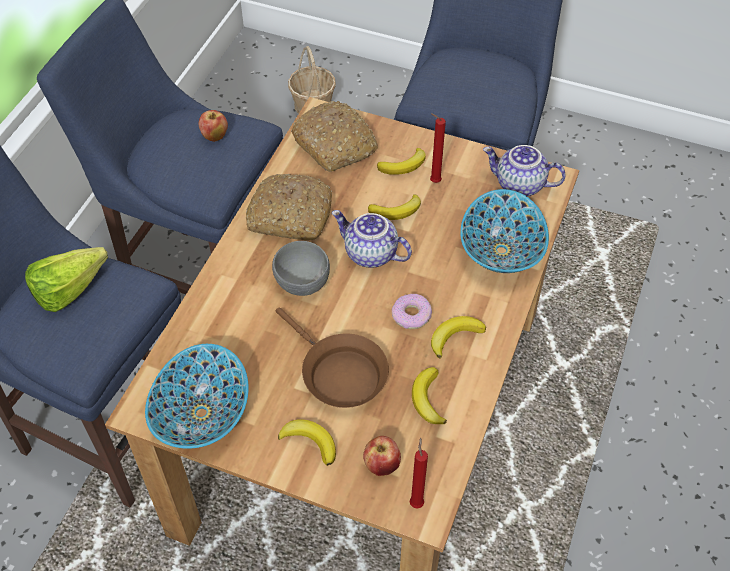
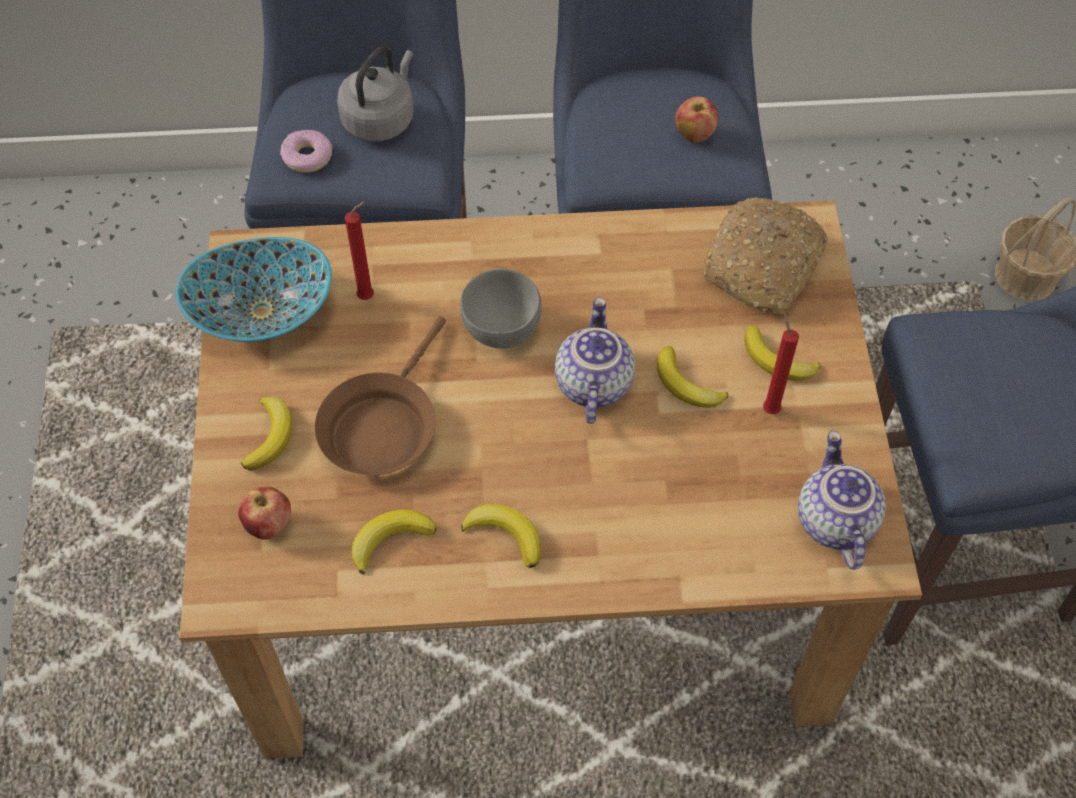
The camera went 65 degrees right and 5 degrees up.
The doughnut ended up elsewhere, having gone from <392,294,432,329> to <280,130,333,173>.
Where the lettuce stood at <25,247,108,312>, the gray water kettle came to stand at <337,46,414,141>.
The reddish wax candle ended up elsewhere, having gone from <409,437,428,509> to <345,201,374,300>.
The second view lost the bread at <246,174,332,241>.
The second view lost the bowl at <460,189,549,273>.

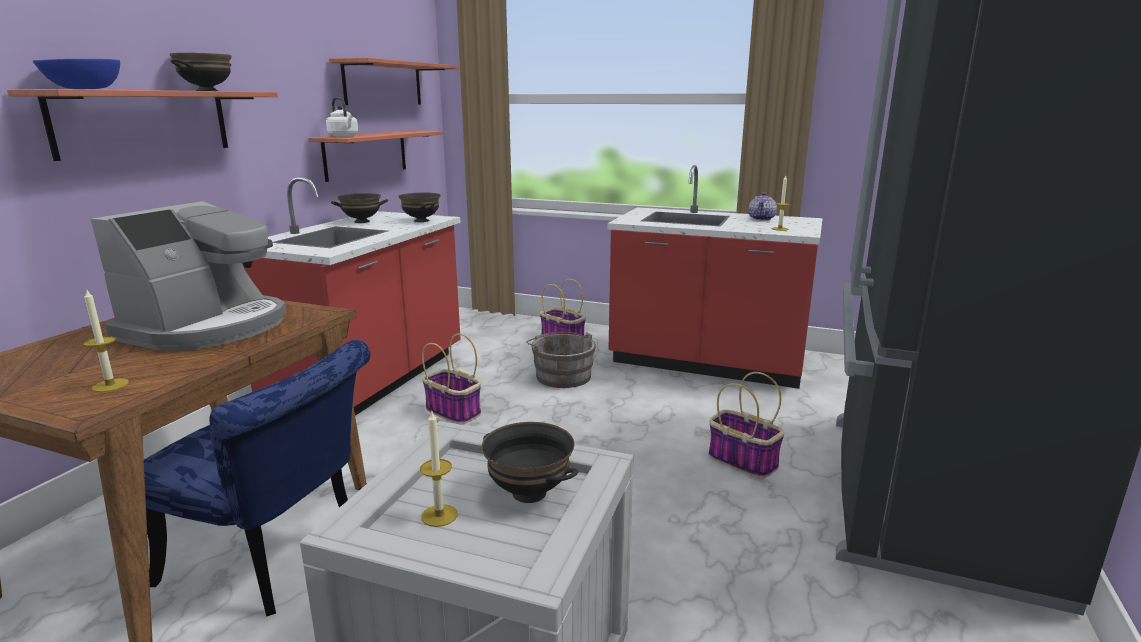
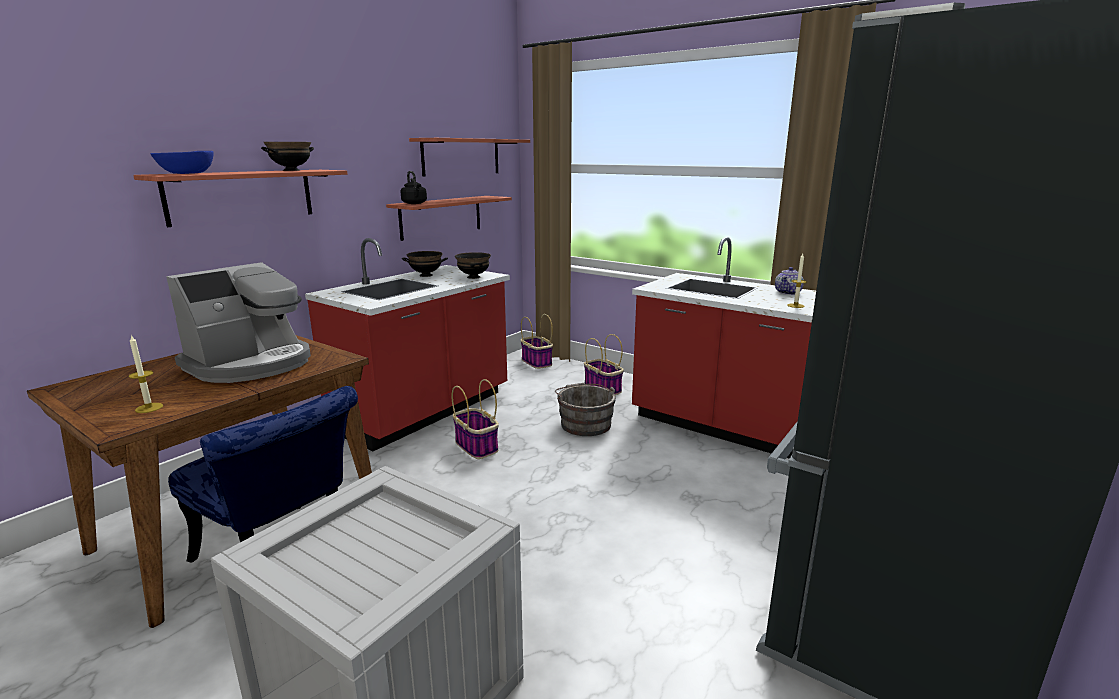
The camera went 15 degrees right and 0 degrees up.
What was the white-coloured water kettle at <326,97,358,137> turned into the black water kettle at <400,171,427,204>.
The household basket ended up elsewhere, having gone from <709,372,784,478> to <521,314,553,369>.
The second view lost the wax candle at <420,410,458,527>.
The second view lost the black bowl at <482,422,578,503>.

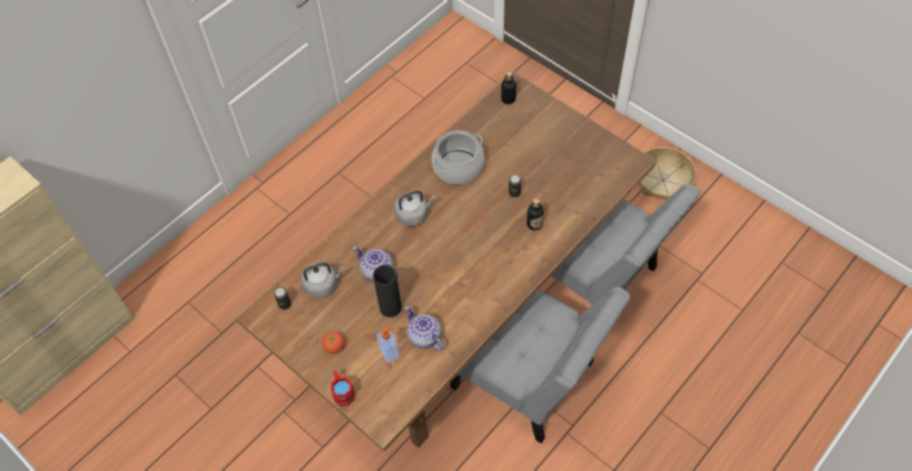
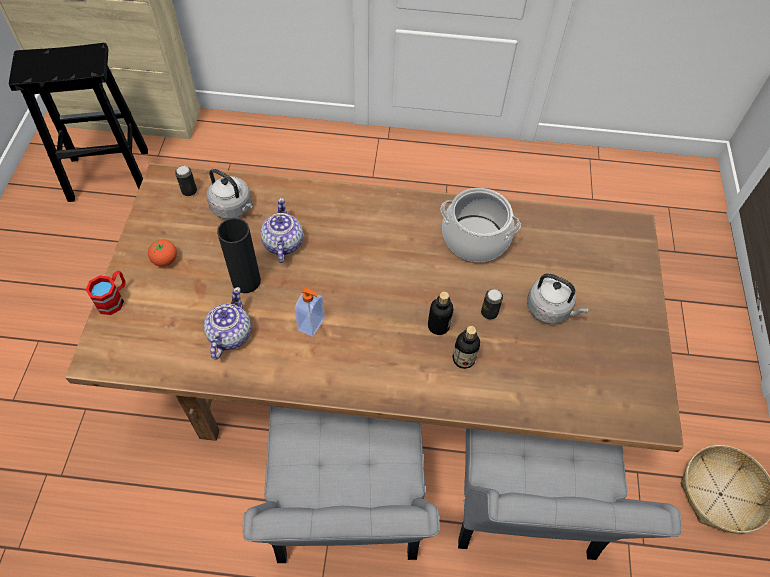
The camera went 50 degrees right and 0 degrees up.
The second view gained the black stool at <9,43,148,202>.
The soap dispenser ended up elsewhere, having gone from <377,327,399,363> to <295,287,325,337>.
The bottle ended up elsewhere, having gone from <501,72,517,104> to <428,291,453,335>.
The gray water kettle ended up elsewhere, having gone from <394,191,436,226> to <527,273,589,324>.

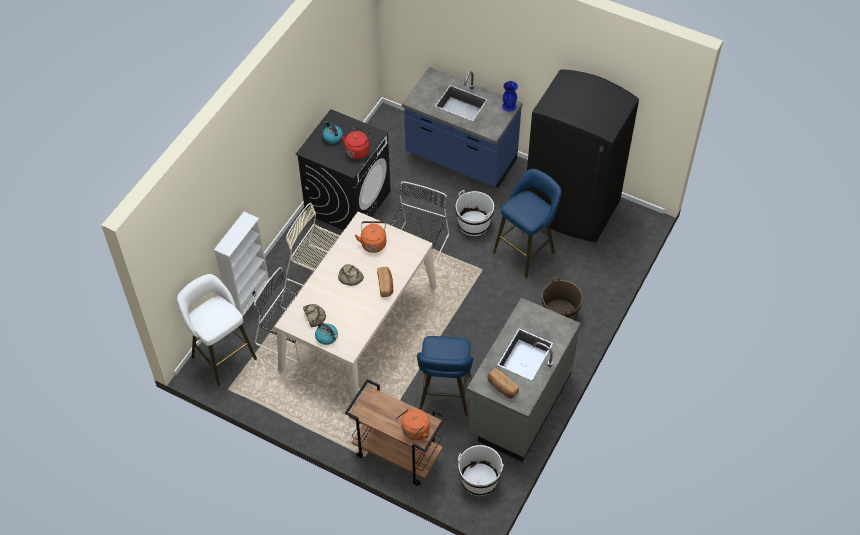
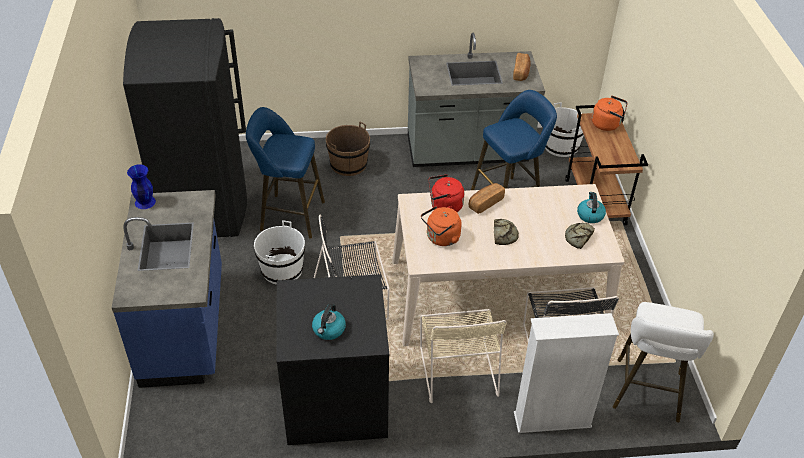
The camera went 125 degrees left and 10 degrees down.
The reddish water kettle ended up elsewhere, having gone from <341,127,373,159> to <429,174,464,212>.

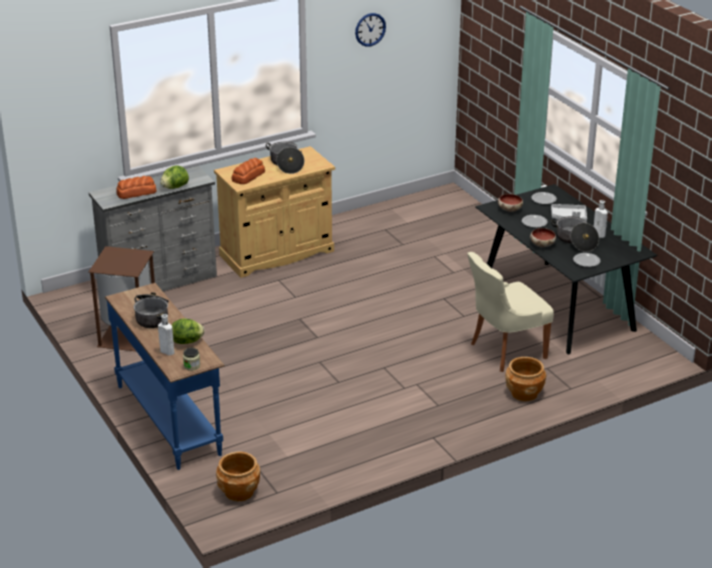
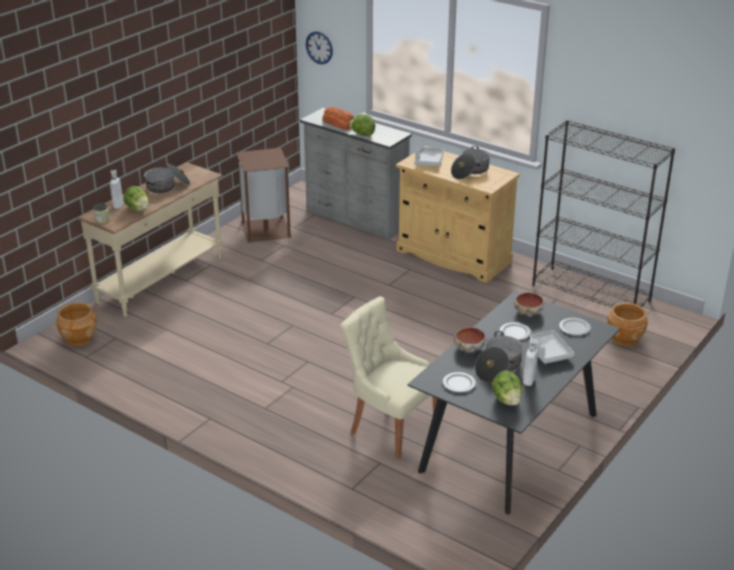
The camera went 65 degrees right and 0 degrees up.
What was the bluish narrow table at <105,283,225,470> turned into the beige-coloured narrow table at <78,162,223,317>.
The wall clock ended up elsewhere, having gone from <355,13,386,47> to <306,31,333,64>.
Where the bread stood at <232,158,265,184>, the gray tray came to stand at <414,147,444,166>.
The second view gained the lettuce at <492,370,522,406>.
The second view gained the black shelving unit at <532,120,675,308>.
The brown-coloured planter ended up elsewhere, having gone from <505,357,546,401> to <608,303,648,346>.

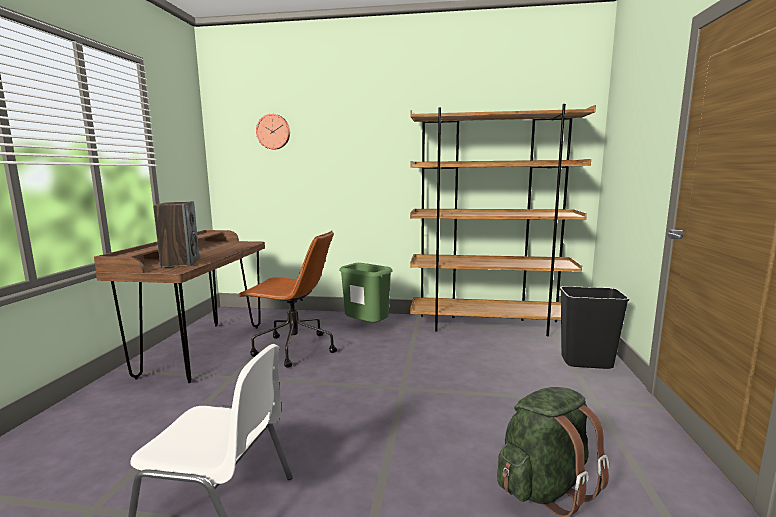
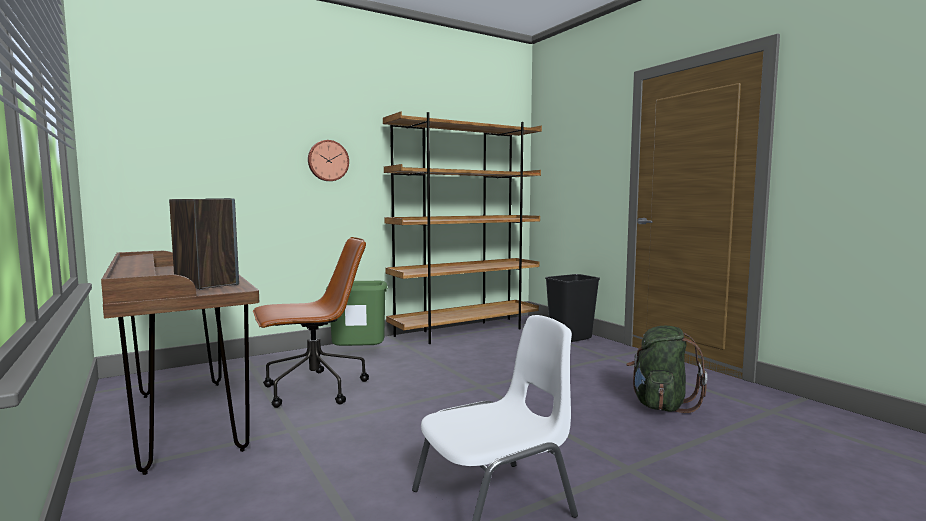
The camera went 40 degrees left and 5 degrees down.
The wall clock ended up elsewhere, having gone from <256,114,290,150> to <308,140,349,181>.

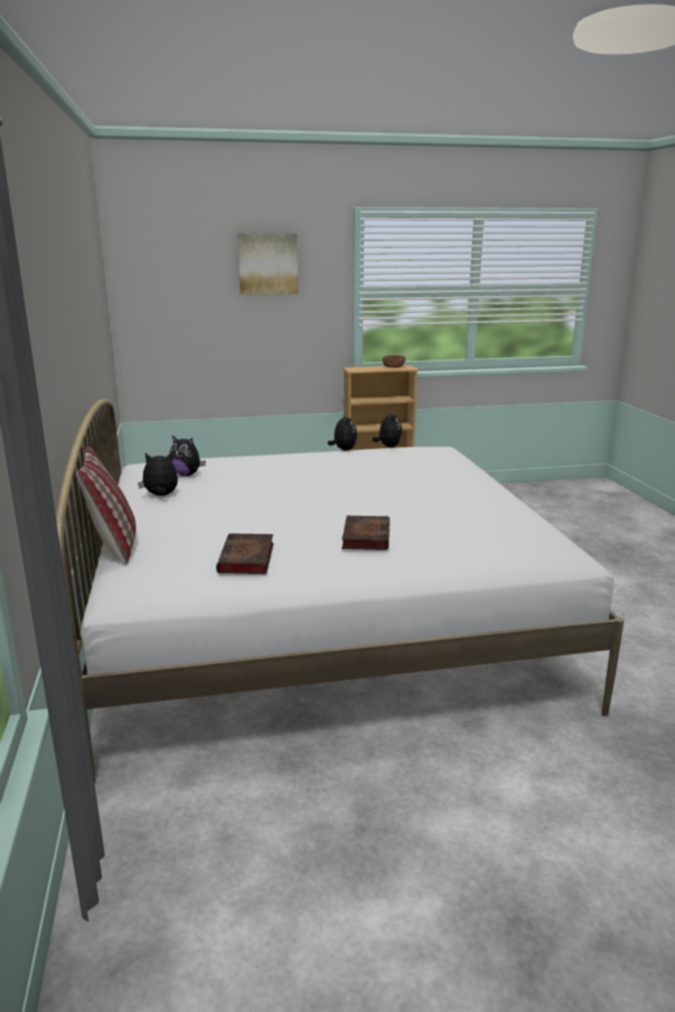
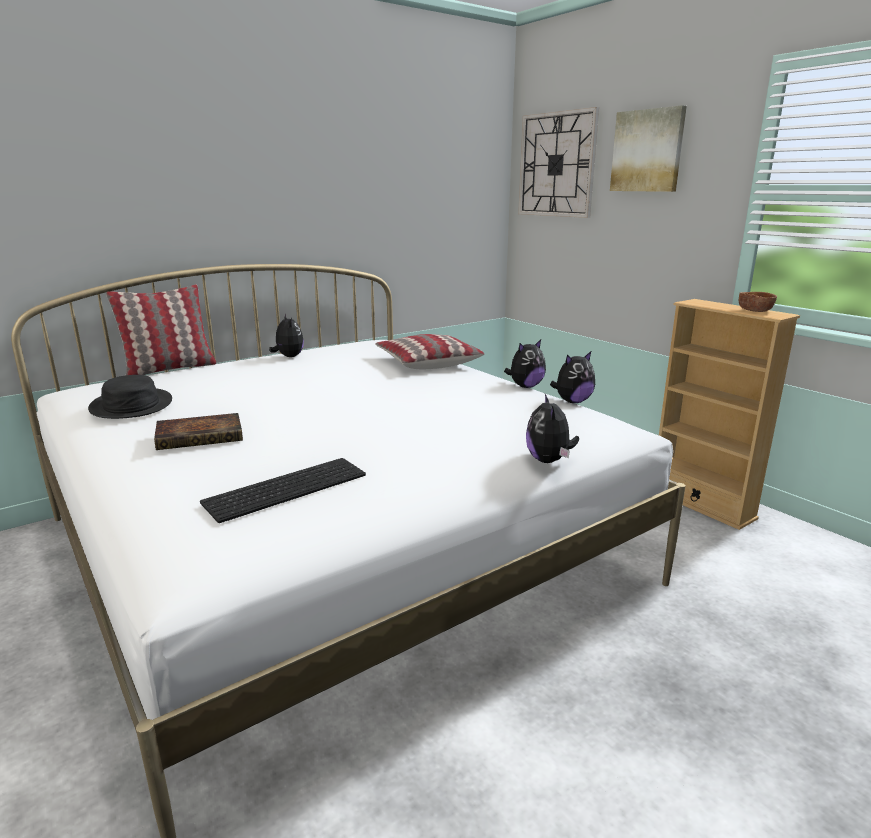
The camera went 65 degrees right and 0 degrees up.
Where the volume stood at <216,533,274,574>, the black wearable hat came to stand at <88,375,172,419>.
The second view gained the keyboard at <200,458,366,523>.
The second view gained the cushion at <375,334,485,369>.
The second view gained the wall clock at <518,107,599,218>.
The soft toy ended up elsewhere, having gone from <169,435,206,476> to <526,394,579,463>.

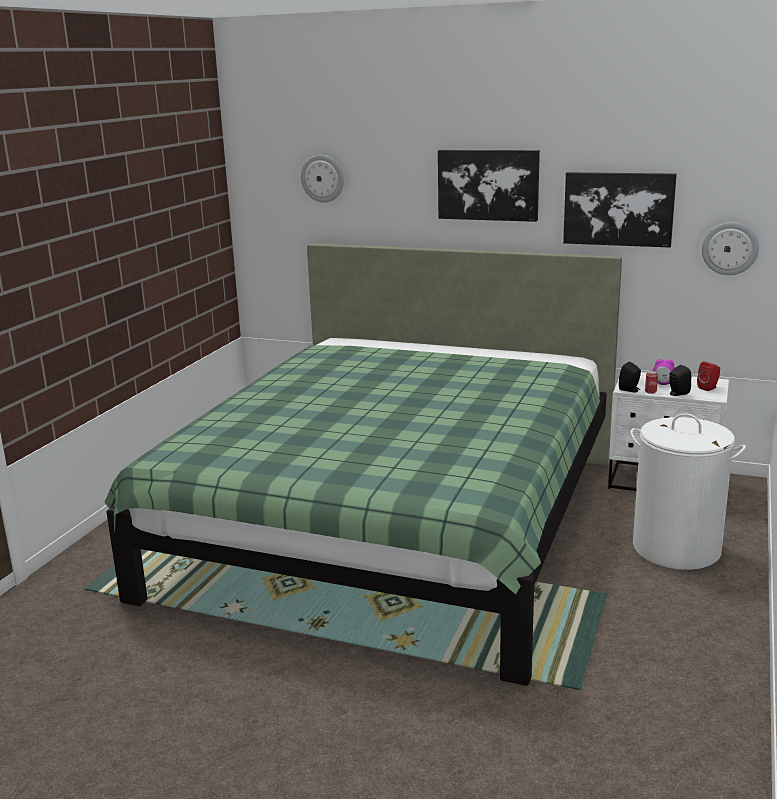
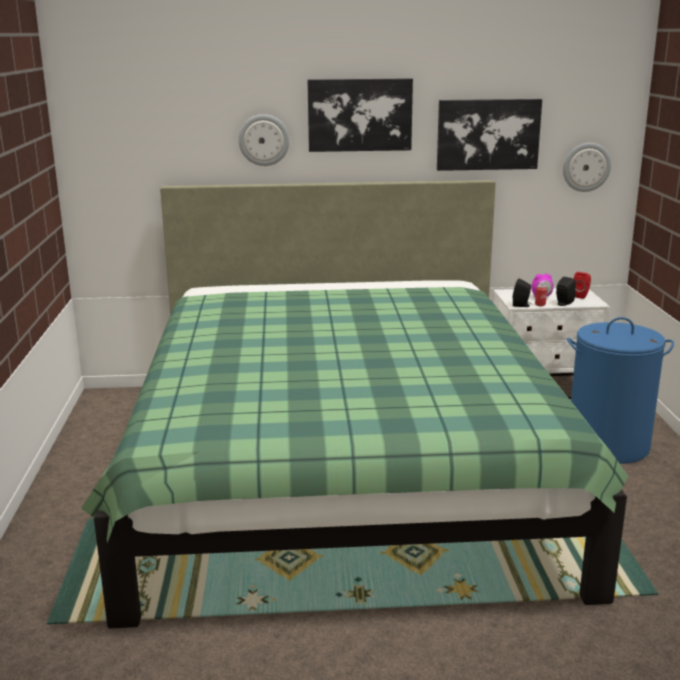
The camera went 25 degrees left and 0 degrees up.
The wall clock ended up elsewhere, having gone from <301,155,344,203> to <238,114,290,166>.
What was the white-coloured laundry basket at <630,413,746,570> turned into the bluish laundry basket at <567,317,674,464>.

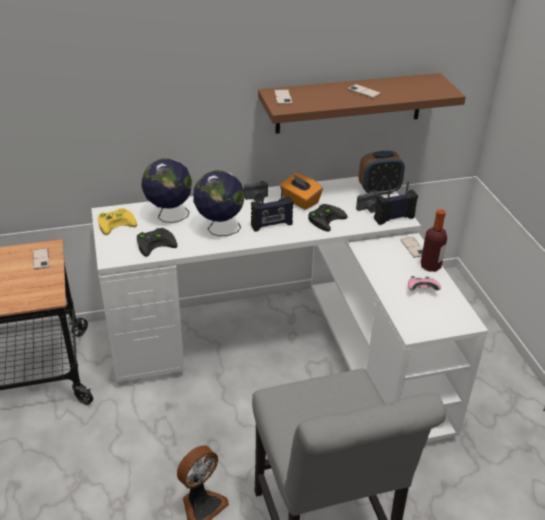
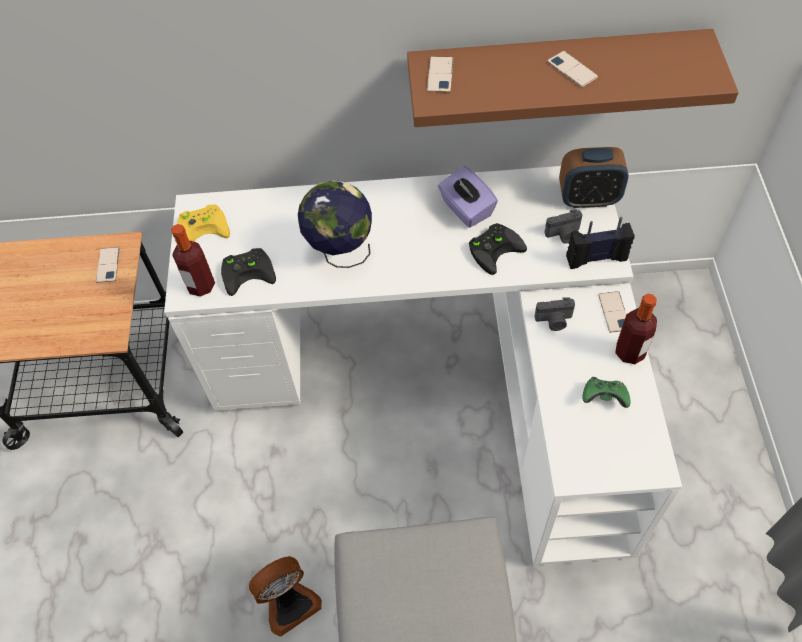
The camera went 15 degrees right and 20 degrees up.
The second view gained the bottle at <171,224,215,297>.
What was the orange box of tissues at <280,173,323,210> turned into the purplish box of tissues at <438,166,498,228>.
The still camera ended up elsewhere, having gone from <244,181,268,203> to <534,297,575,331>.
What was the pink-coloured joypad at <408,276,441,291> turned into the green-coloured joypad at <582,377,630,408>.
The second view lost the desk globe at <142,158,192,223>.
The second view lost the radio at <251,187,294,232>.

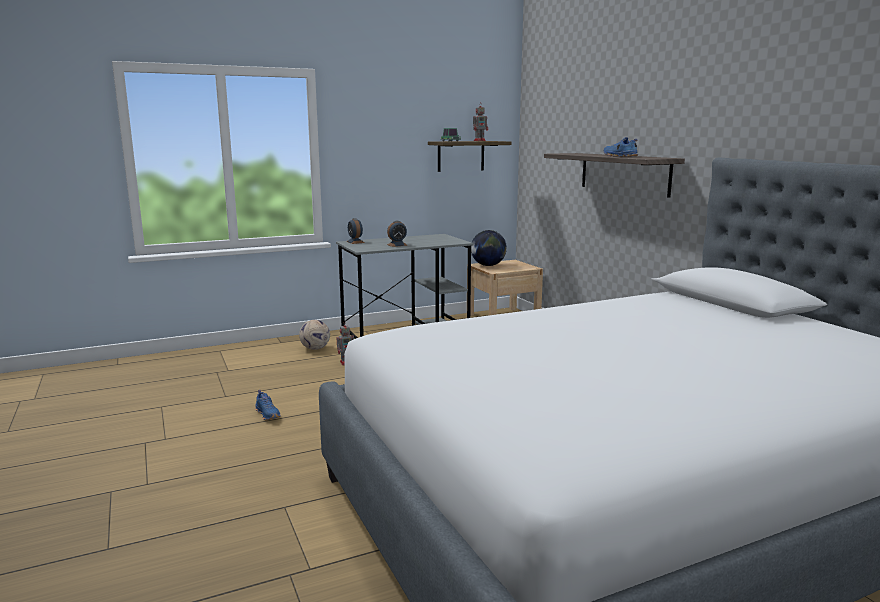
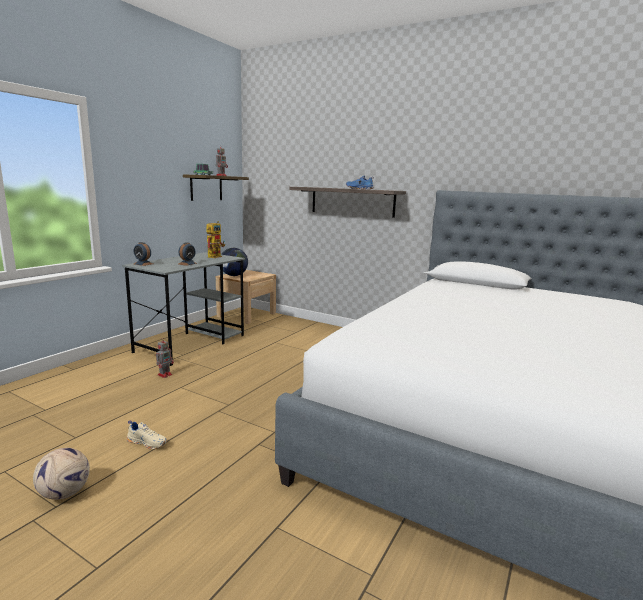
The camera went 35 degrees left and 0 degrees up.
The football ball ended up elsewhere, having gone from <299,320,330,350> to <33,448,90,500>.
What was the bluish low shoe at <255,390,281,420> turned into the beige-coloured low shoe at <127,420,167,449>.
The second view gained the toy robot at <206,221,225,258>.

